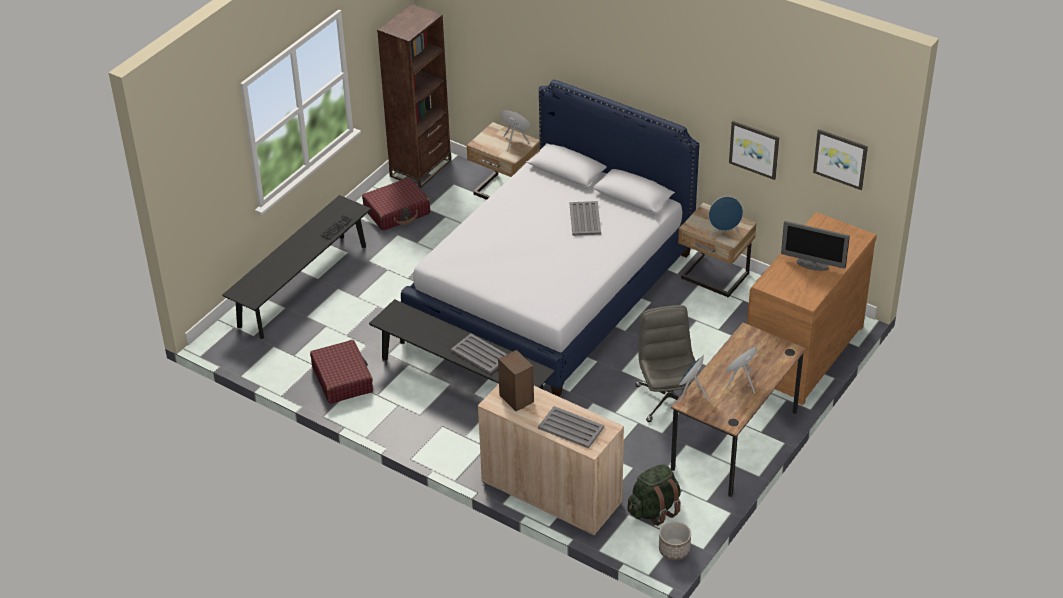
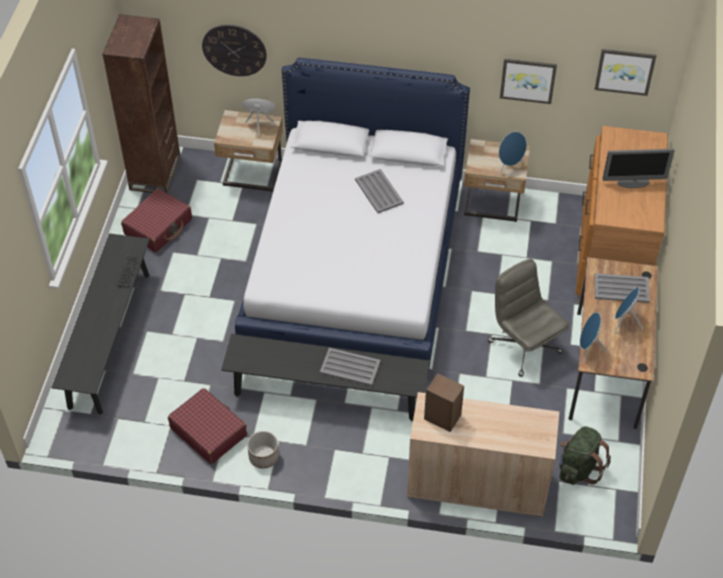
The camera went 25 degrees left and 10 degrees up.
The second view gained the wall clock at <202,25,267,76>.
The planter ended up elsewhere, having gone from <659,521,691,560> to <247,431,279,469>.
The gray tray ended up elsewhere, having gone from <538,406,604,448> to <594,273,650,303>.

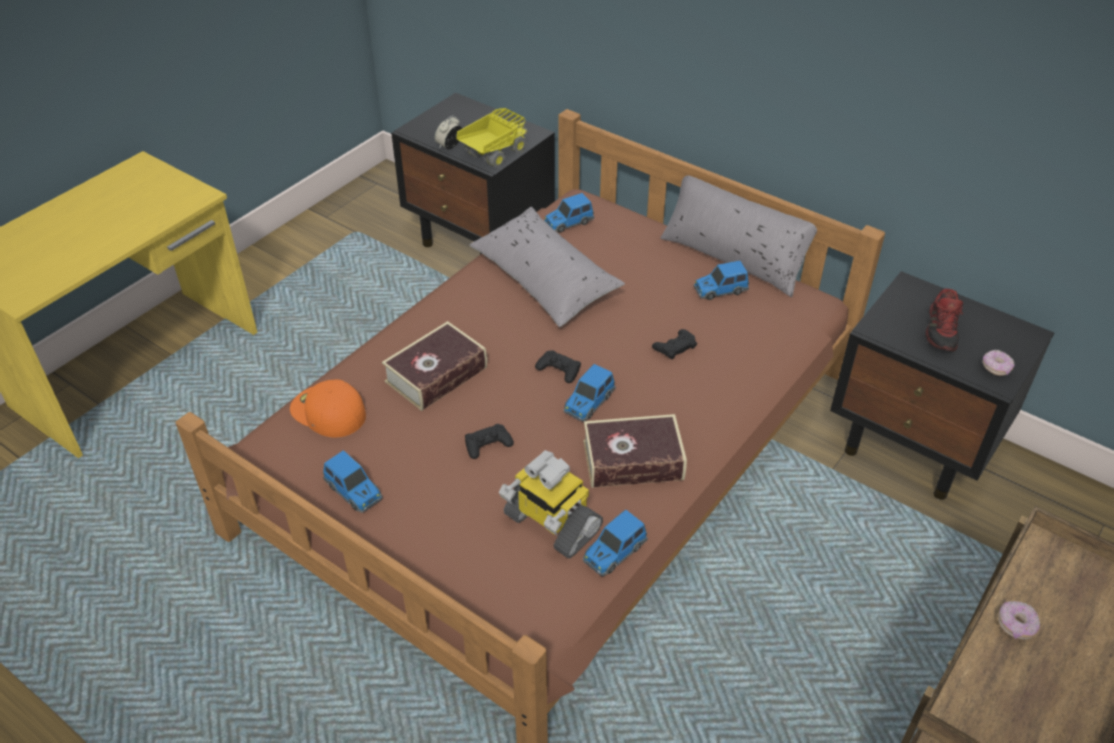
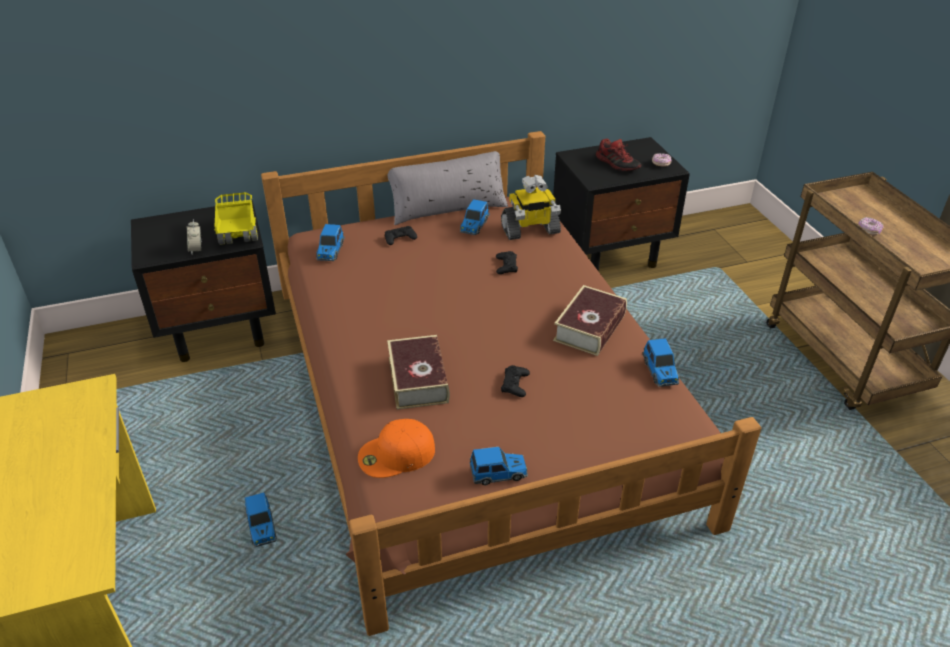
The camera went 55 degrees left and 5 degrees down.
The model car ended up elsewhere, having gone from <563,364,616,422> to <245,493,277,547>.
The black joypad ended up elsewhere, having gone from <535,350,581,383> to <385,226,417,245>.
The toy robot ended up elsewhere, having gone from <499,450,603,558> to <501,175,561,240>.
The second view lost the gray cushion at <470,207,625,327>.

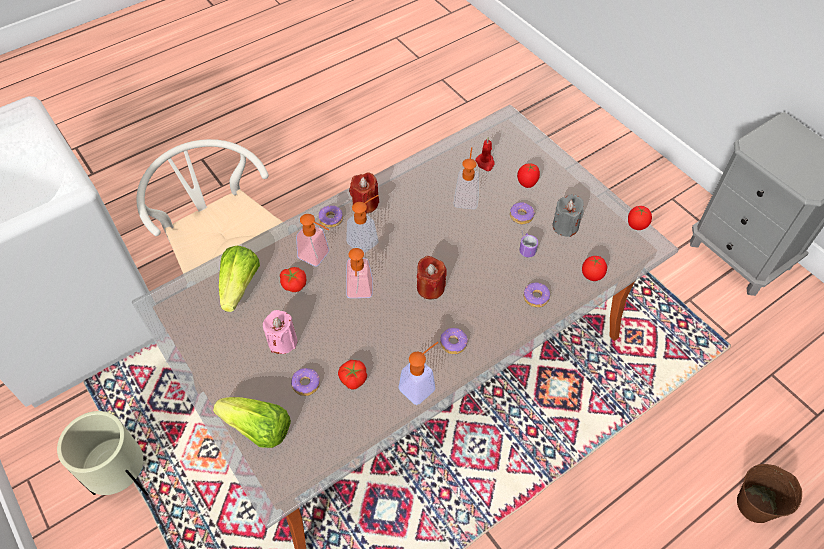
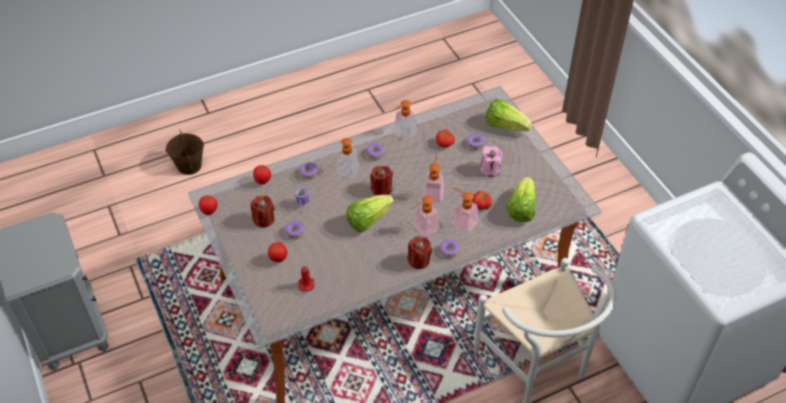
The camera went 170 degrees left and 5 degrees down.
What was the gray wax candle at <553,194,584,237> turned into the reddish wax candle at <251,196,275,227>.
The soap dispenser ended up elsewhere, having gone from <453,147,479,209> to <337,138,359,178>.
The second view gained the lettuce at <346,195,394,233>.
The second view lost the beige-coloured planter at <57,411,148,496>.

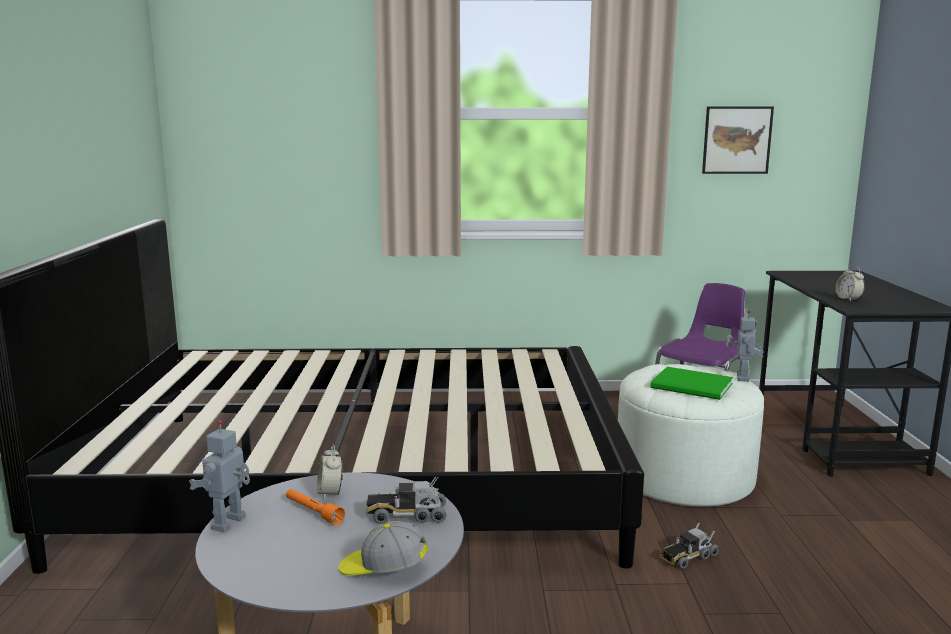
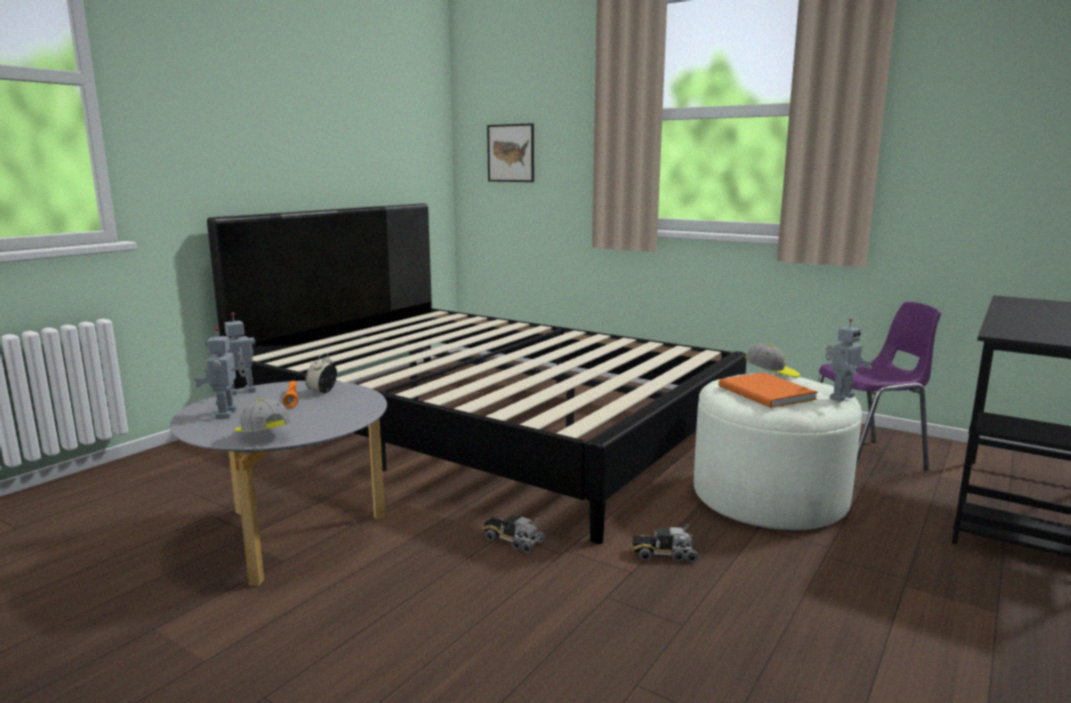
The camera went 35 degrees right and 0 degrees up.
The second view gained the toy robot at <195,327,247,419>.
The toy lorry ended up elsewhere, having gone from <366,477,446,524> to <483,515,546,554>.
The picture ended up elsewhere, having gone from <702,106,774,174> to <487,123,534,182>.
What was the green-coloured volume at <651,367,733,400> turned into the orange volume at <719,372,818,408>.
The second view gained the cap at <745,343,800,378>.
The second view lost the bedside clock at <836,266,865,302>.

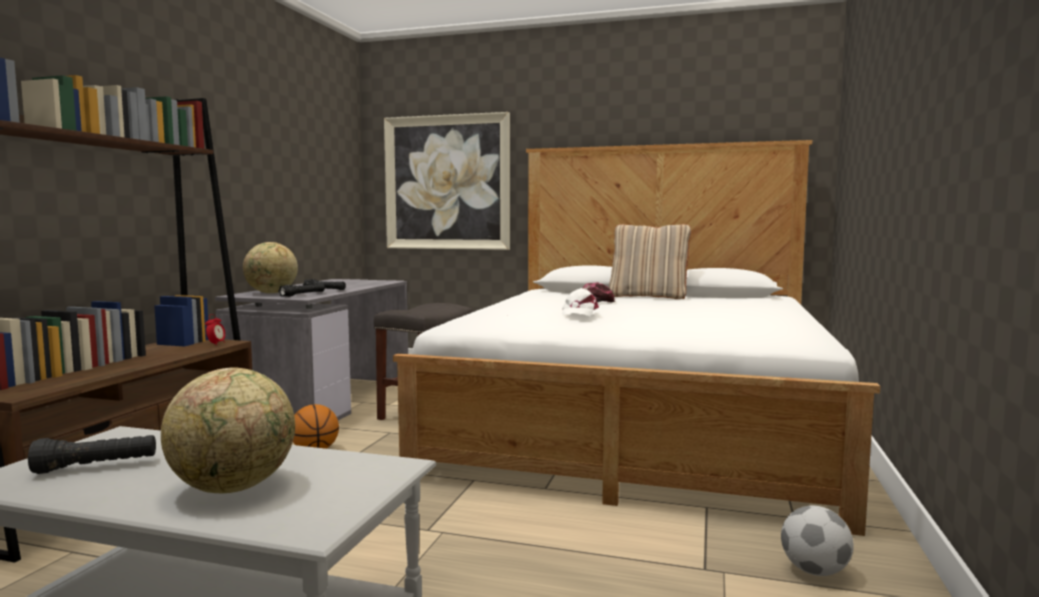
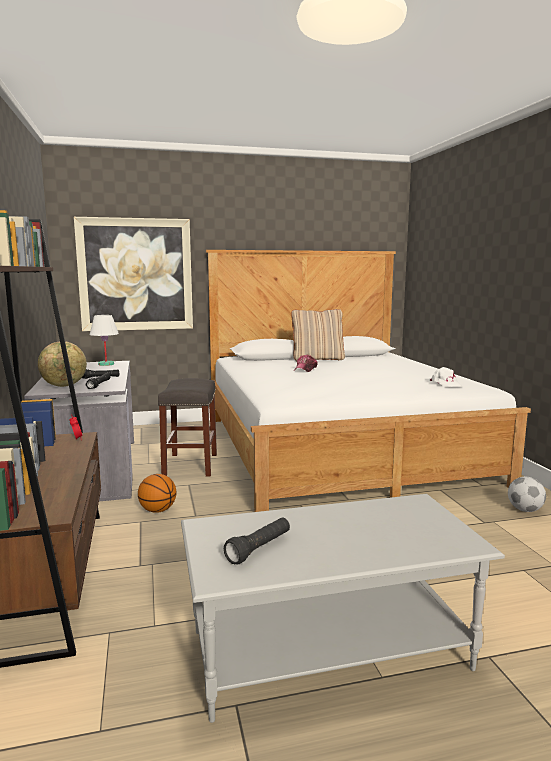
The camera went 30 degrees left and 5 degrees up.
The second view gained the white-coloured table lamp at <90,315,119,366>.
The white-coloured cap ended up elsewhere, having gone from <562,288,599,316> to <430,367,461,388>.
The second view lost the desk globe at <161,368,295,493>.

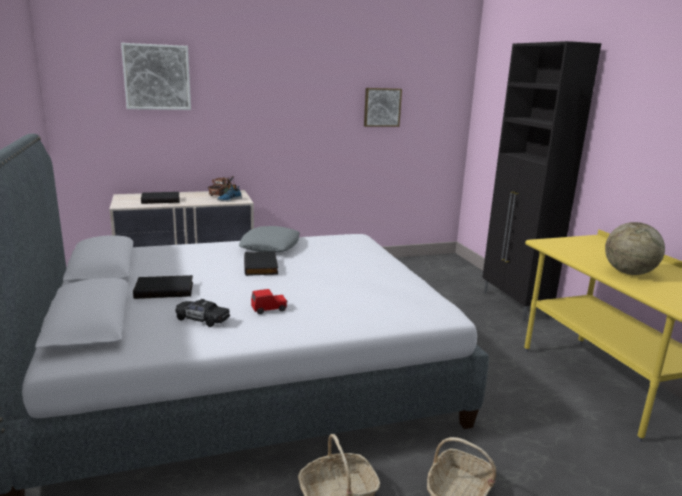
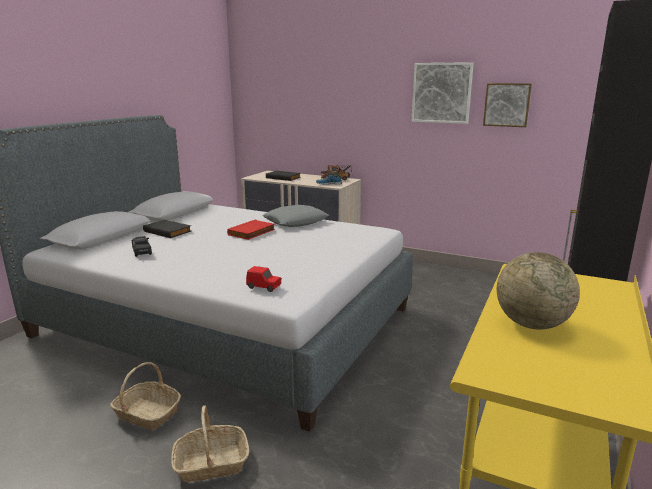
The camera went 45 degrees right and 0 degrees up.
What was the black volume at <244,252,278,276> turned into the reddish volume at <227,220,275,240>.
The reddish model car ended up elsewhere, having gone from <251,289,287,314> to <246,266,282,292>.
The picture ended up elsewhere, having gone from <121,43,191,110> to <412,62,474,124>.

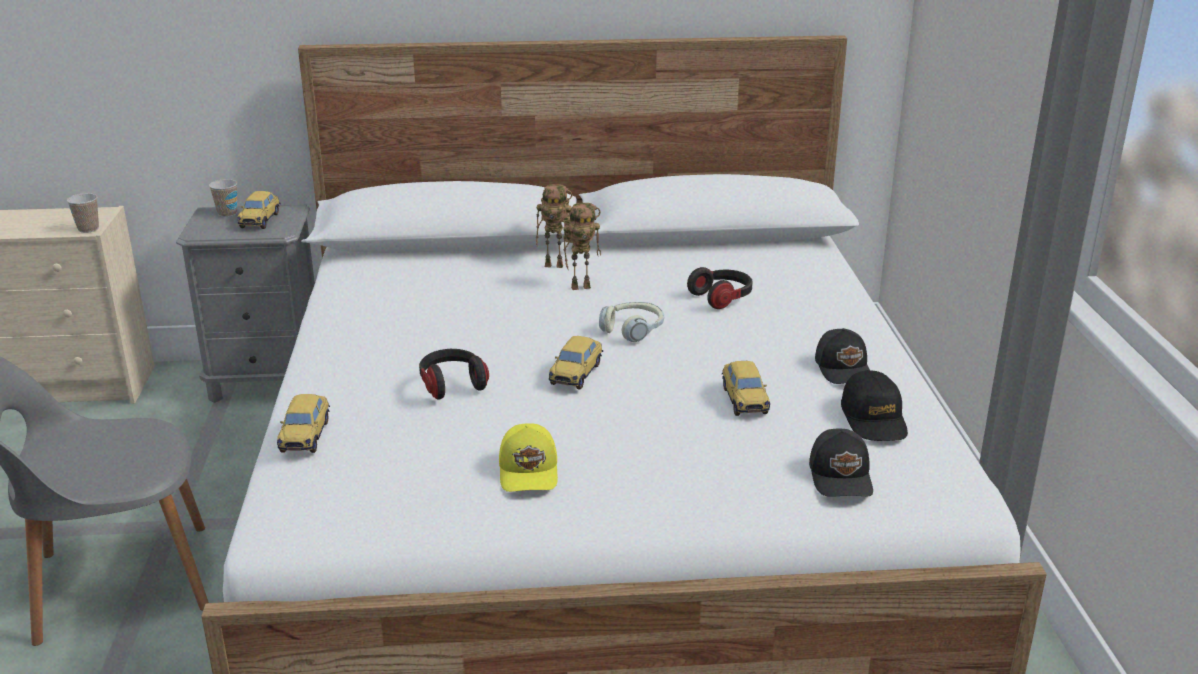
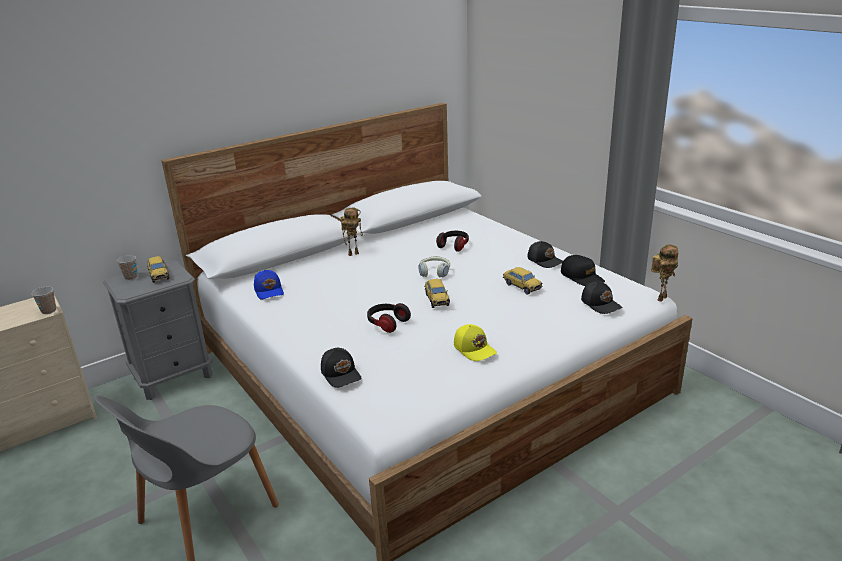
The camera went 30 degrees left and 0 degrees up.
The second view gained the bluish cap at <254,270,284,300>.
Where the model car stood at <277,394,330,453>, the black cap came to stand at <321,348,361,388>.
The toy robot ended up elsewhere, having gone from <563,203,601,290> to <651,245,678,302>.

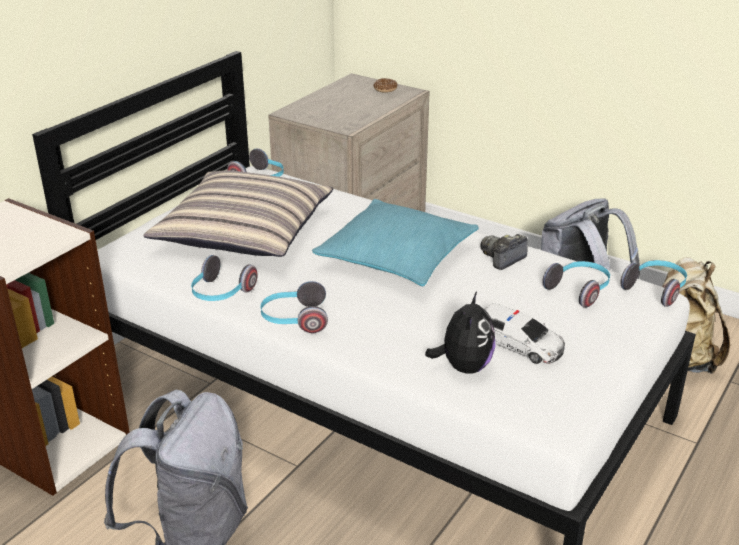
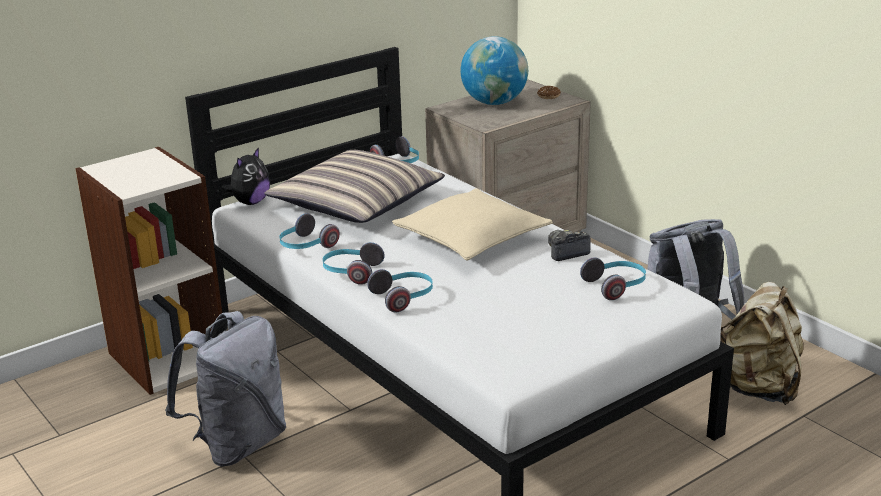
The camera went 20 degrees right and 5 degrees down.
The soft toy ended up elsewhere, having gone from <425,292,496,373> to <222,147,270,205>.
The headphones ended up elsewhere, having gone from <621,260,687,307> to <367,269,433,312>.
What was the turquoise-coloured cushion at <312,199,479,286> turned into the beige-coloured cushion at <392,188,553,260>.
The second view gained the desk globe at <460,36,528,105>.
The second view lost the model car at <484,303,565,364>.

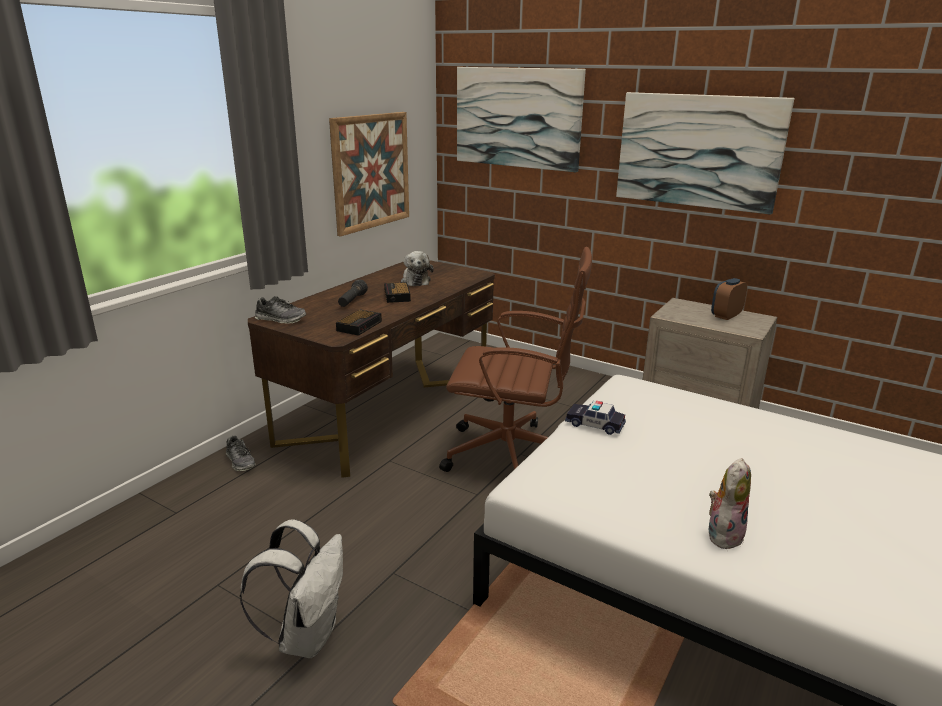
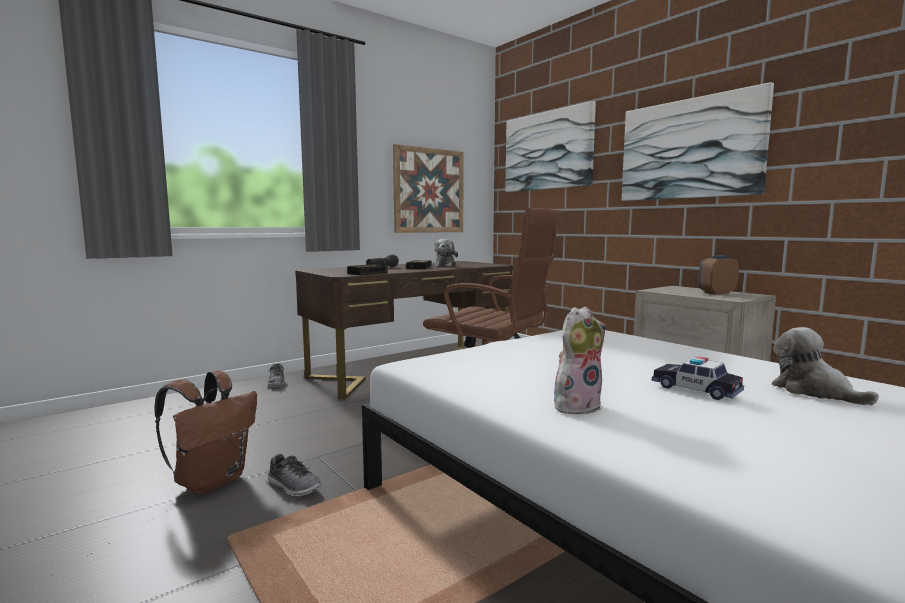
The camera went 20 degrees right and 15 degrees down.
What was the white-coloured knapsack at <240,519,343,658> turned into the brown-coloured knapsack at <155,370,257,494>.
The low shoe ended up elsewhere, having gone from <255,296,306,324> to <267,454,321,496>.
The model car ended up elsewhere, having gone from <565,401,626,435> to <652,356,744,400>.
The second view gained the soft toy at <771,327,879,406>.

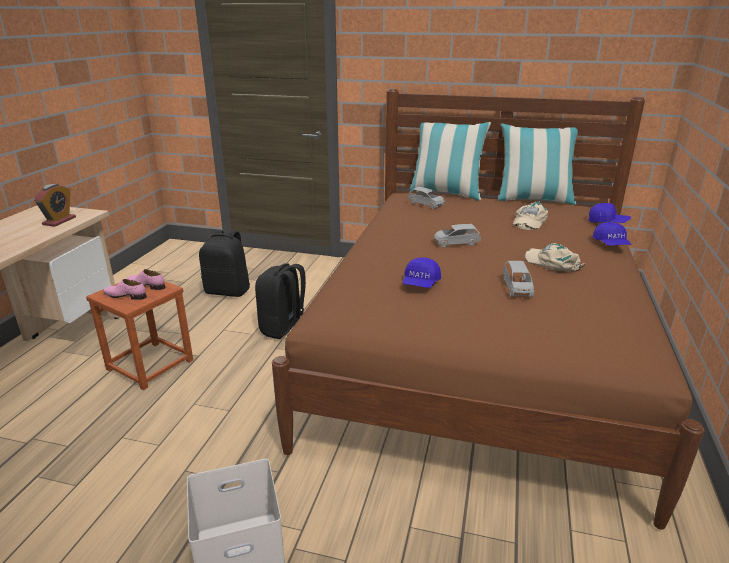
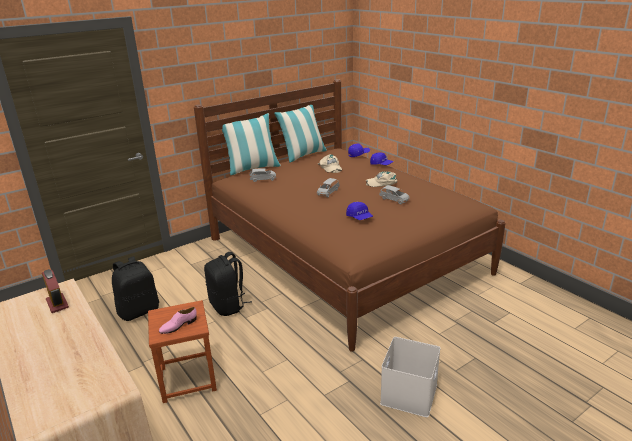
The camera went 50 degrees left and 0 degrees up.
The second view lost the pink-coloured low shoe at <127,269,166,290>.

